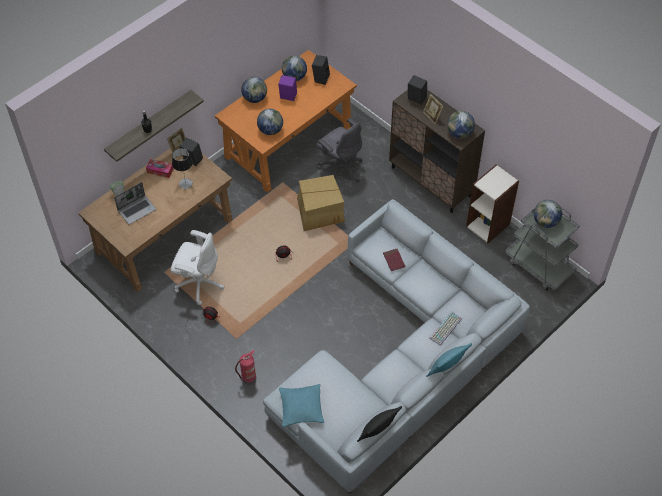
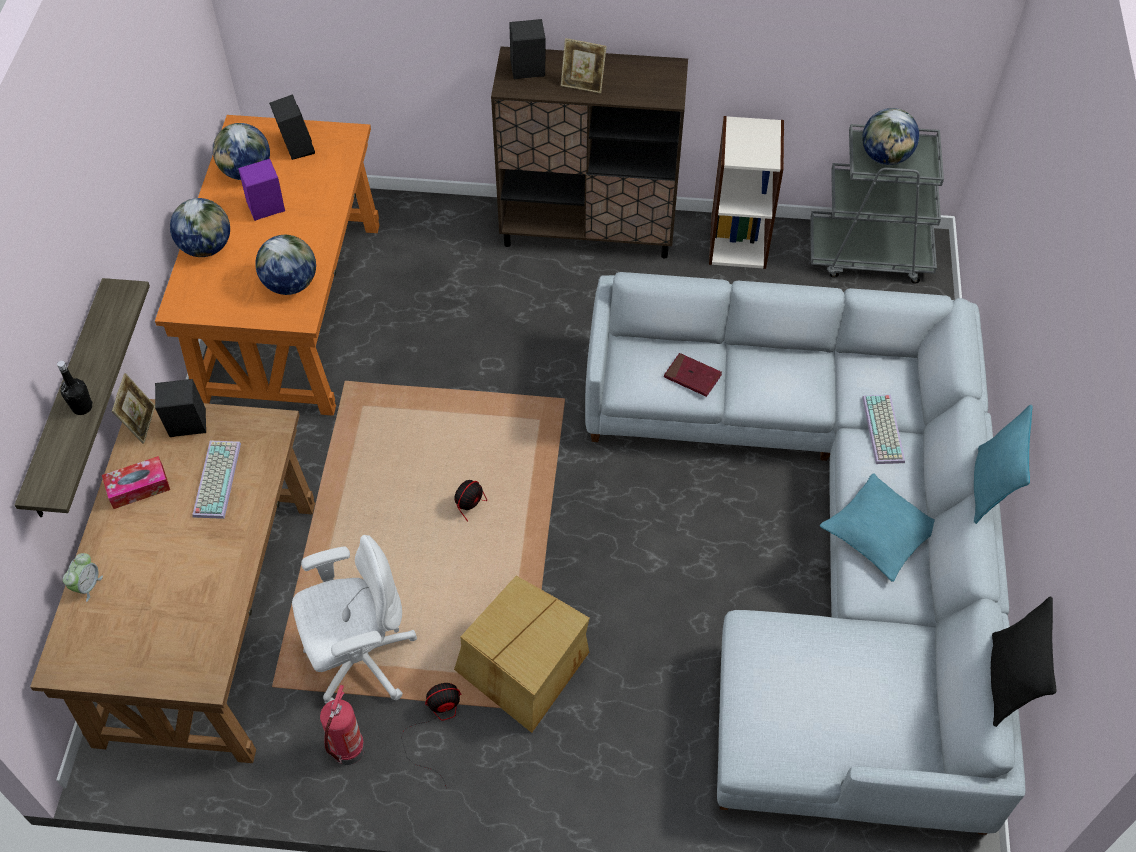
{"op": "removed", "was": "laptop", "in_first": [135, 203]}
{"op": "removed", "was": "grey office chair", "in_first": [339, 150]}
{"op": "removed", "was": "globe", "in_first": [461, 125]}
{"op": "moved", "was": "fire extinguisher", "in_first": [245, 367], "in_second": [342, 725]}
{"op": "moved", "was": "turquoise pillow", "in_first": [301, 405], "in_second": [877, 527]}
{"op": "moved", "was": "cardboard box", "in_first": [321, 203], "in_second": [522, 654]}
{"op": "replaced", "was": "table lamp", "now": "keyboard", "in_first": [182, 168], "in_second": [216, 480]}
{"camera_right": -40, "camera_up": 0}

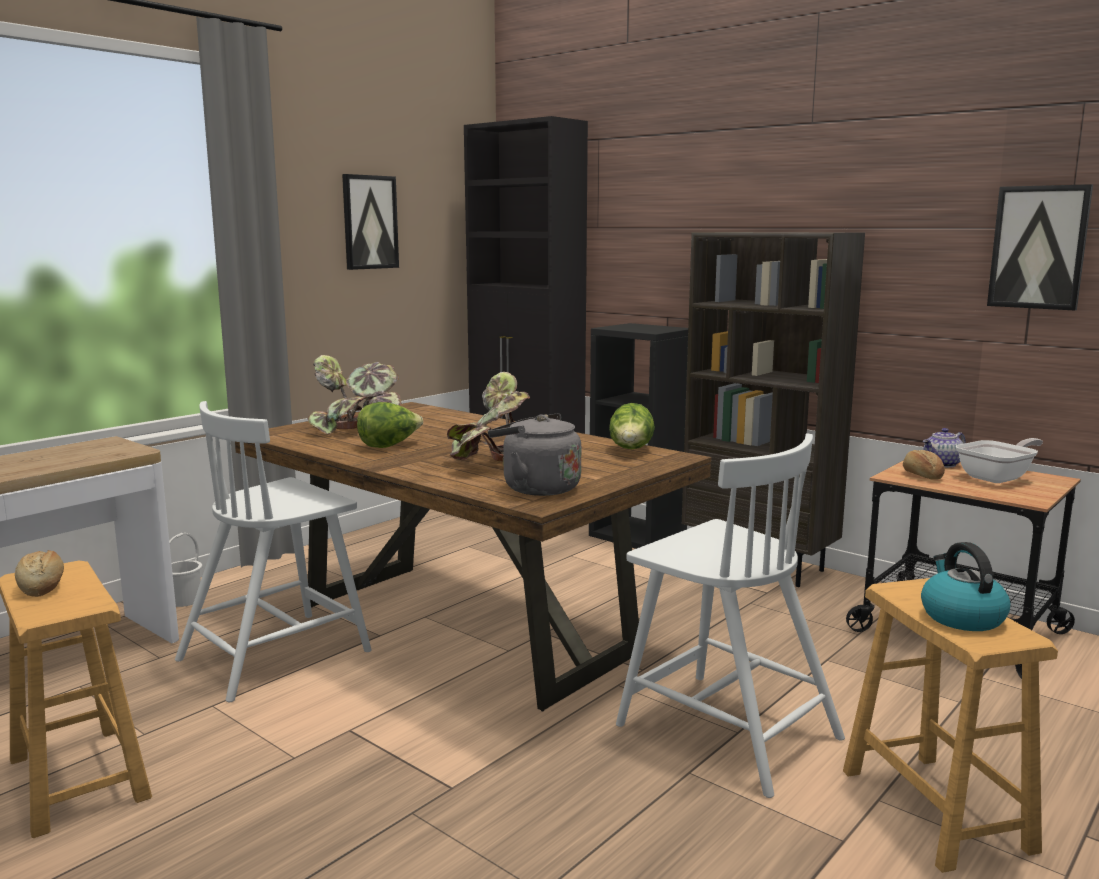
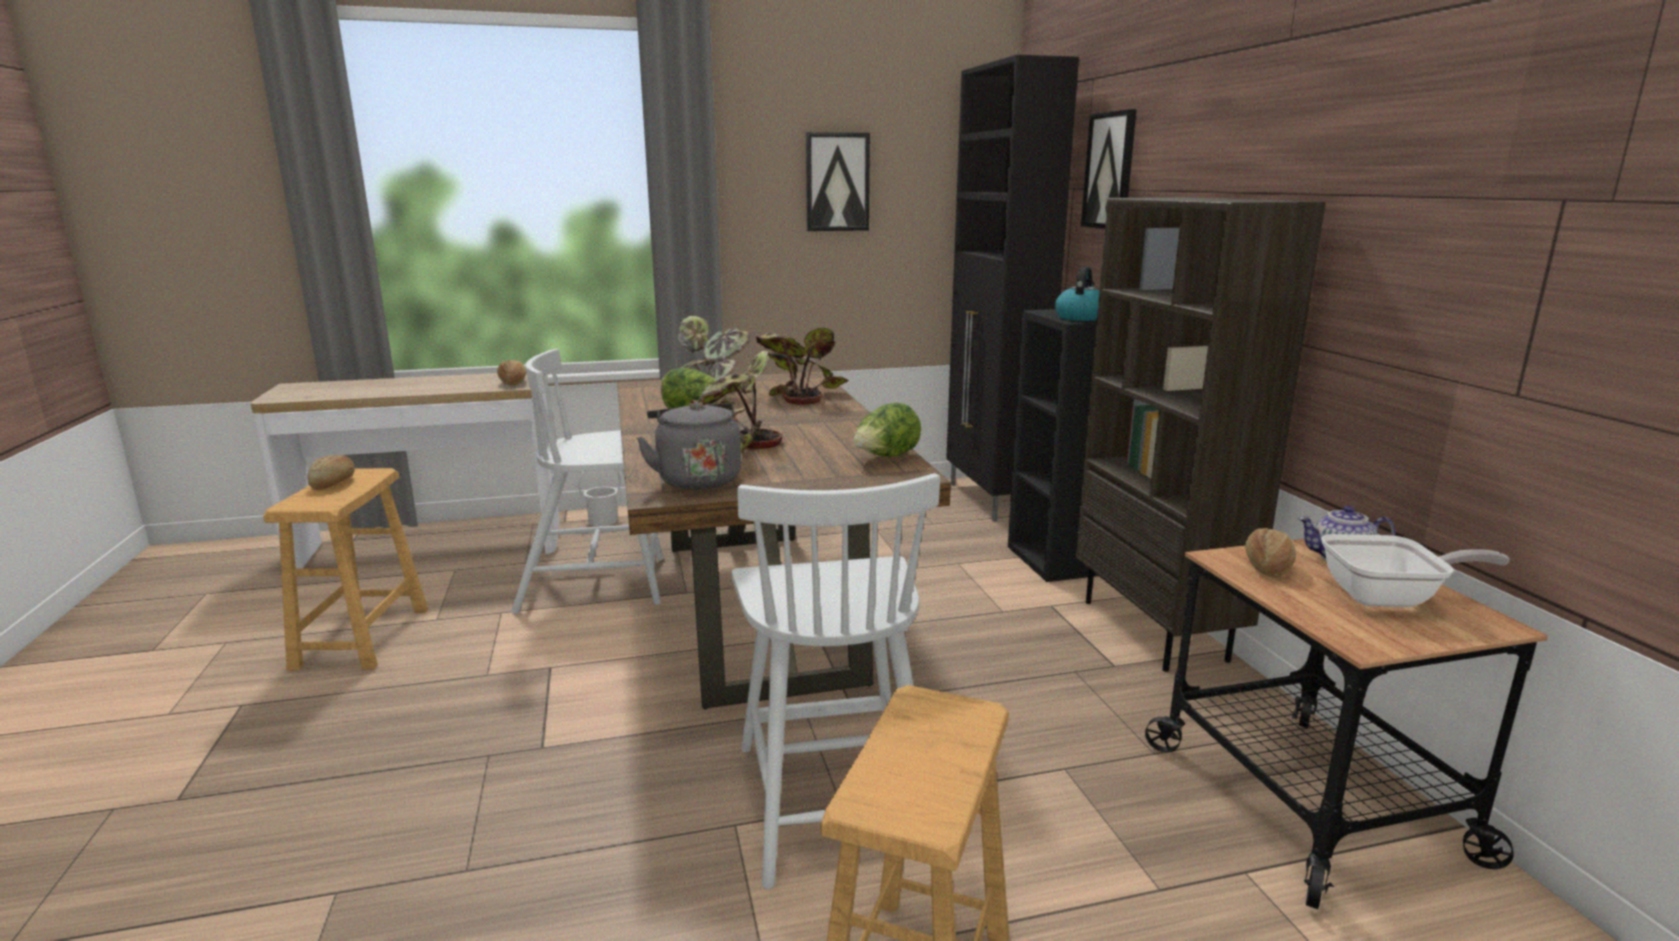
{"op": "added", "now": "bread", "in_second": [511, 373]}
{"op": "added", "now": "potted plant", "in_second": [802, 366]}
{"op": "moved", "was": "kettle", "in_first": [965, 586], "in_second": [1077, 293]}
{"op": "moved", "was": "picture", "in_first": [1040, 247], "in_second": [1109, 169]}
{"camera_right": 35, "camera_up": 5}

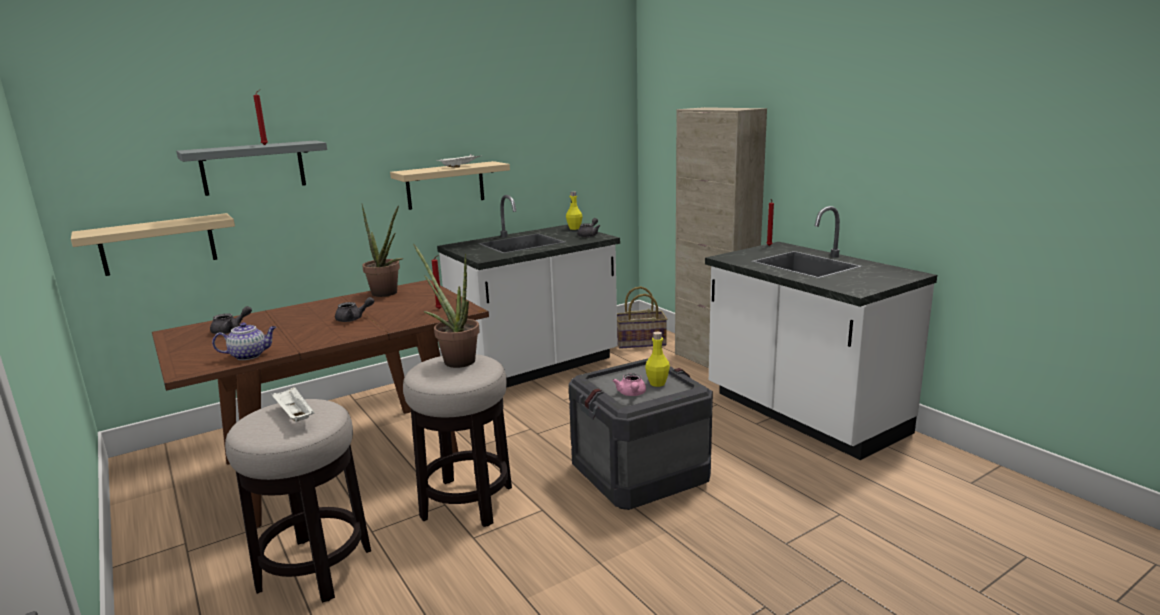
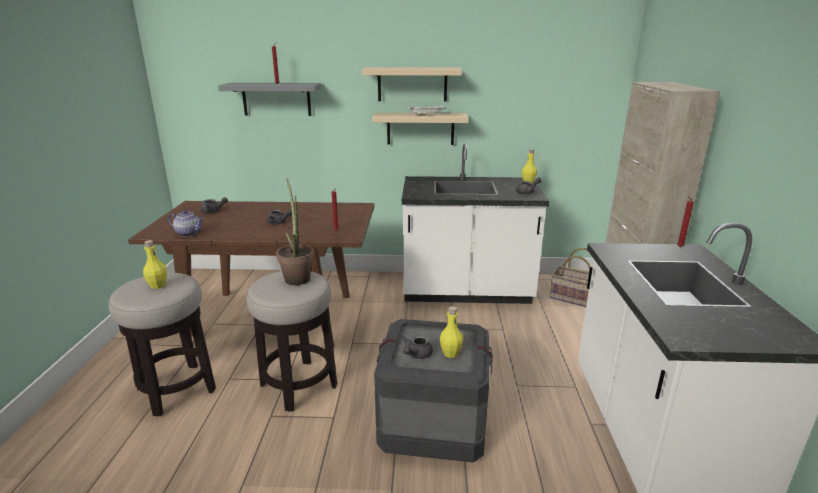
{"op": "removed", "was": "potted plant", "in_first": [383, 251]}
{"op": "moved", "was": "beige shelf", "in_first": [153, 244], "in_second": [412, 84]}
{"op": "replaced", "was": "white tray", "now": "yellow bottle", "in_first": [292, 404], "in_second": [155, 264]}
{"op": "recoloured", "was": "pink teapot", "now": "grey teapot", "in_first": [629, 384], "in_second": [417, 347]}
{"camera_right": 35, "camera_up": 5}

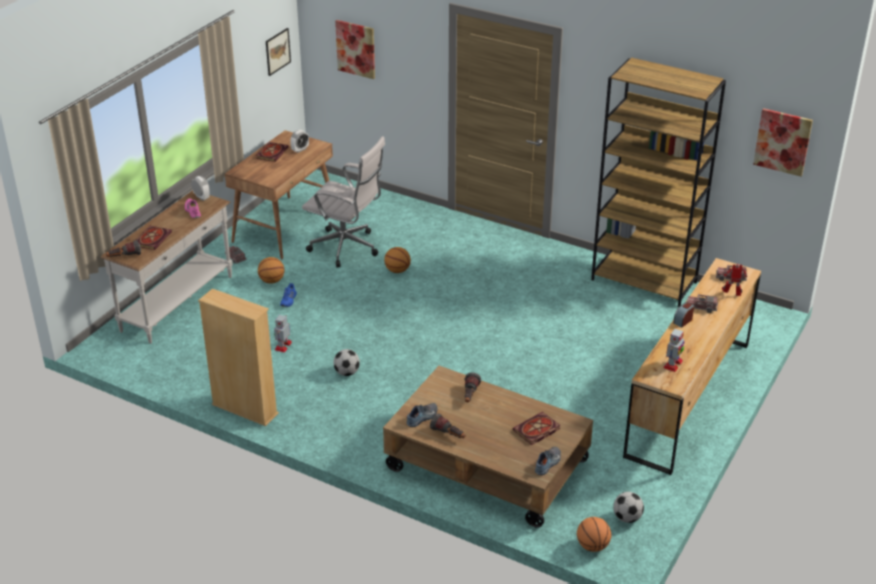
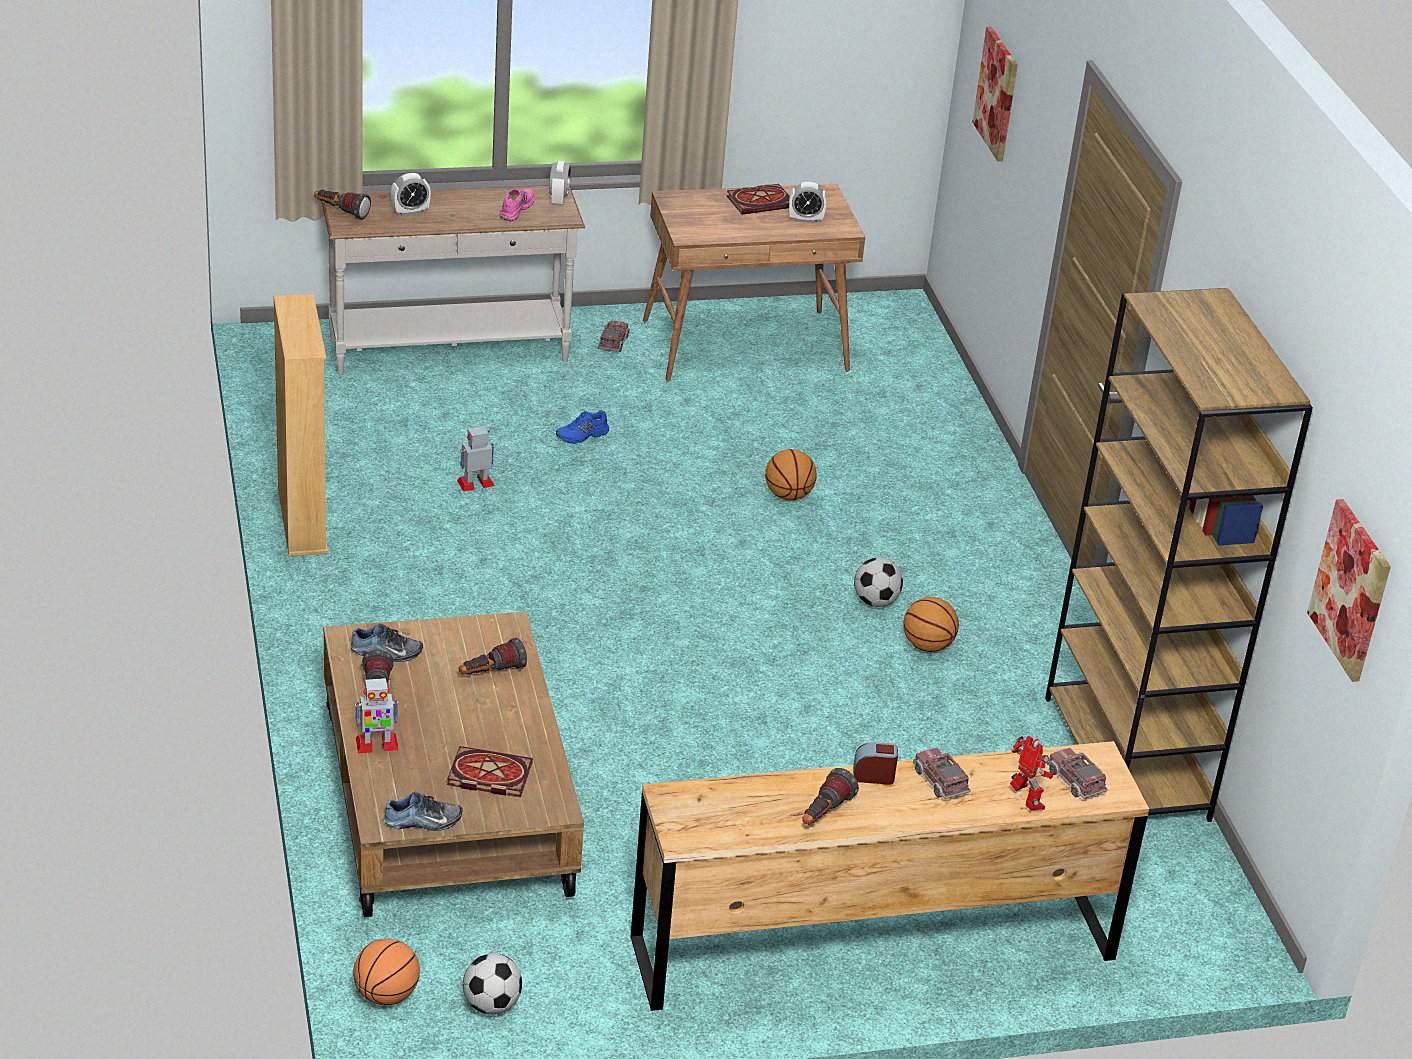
{"op": "removed", "was": "picture", "in_first": [278, 52]}
{"op": "removed", "was": "white office chair", "in_first": [343, 201]}
{"op": "added", "now": "flashlight", "in_second": [830, 796]}
{"op": "moved", "was": "basketball", "in_first": [271, 270], "in_second": [931, 624]}
{"op": "moved", "was": "football", "in_first": [346, 362], "in_second": [878, 582]}
{"op": "moved", "was": "toy robot", "in_first": [674, 349], "in_second": [377, 715]}
{"op": "replaced", "was": "book", "now": "alarm clock", "in_first": [154, 238], "in_second": [411, 194]}
{"camera_right": 45, "camera_up": 0}

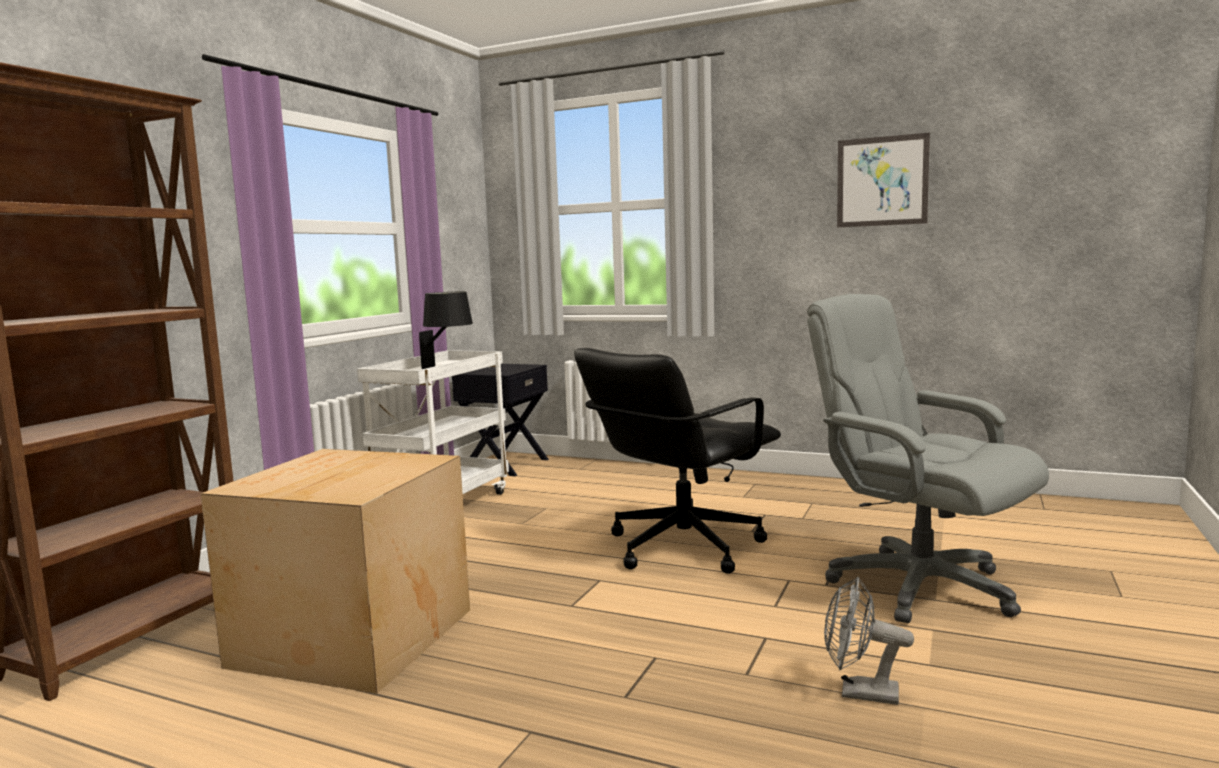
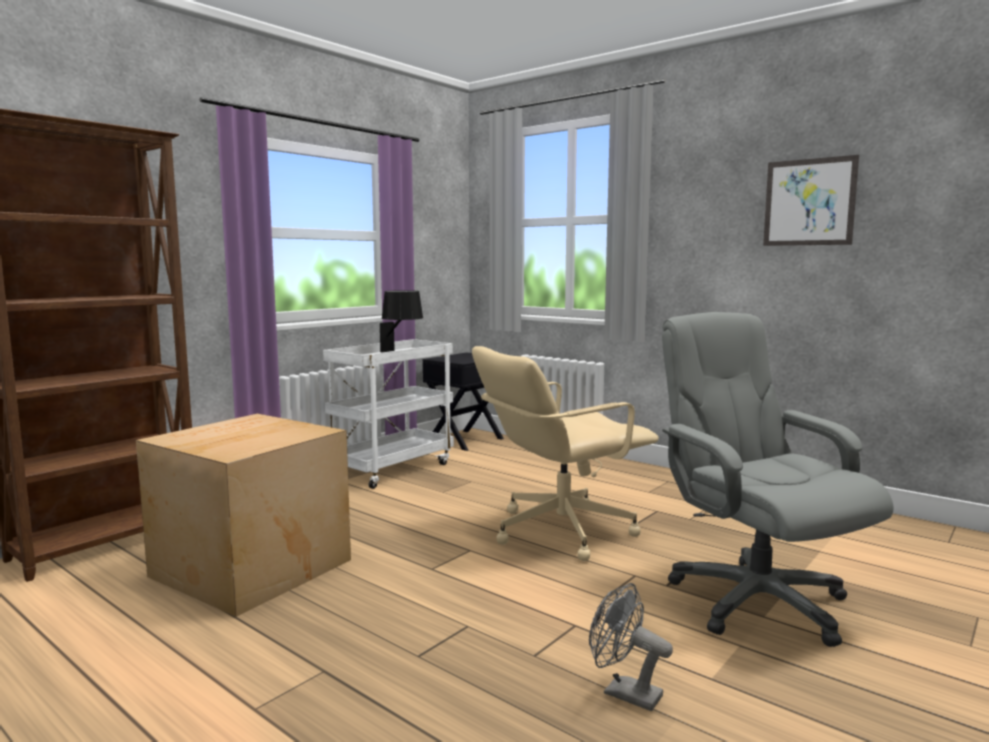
{"op": "recoloured", "was": "black office chair", "now": "beige office chair", "in_first": [677, 461], "in_second": [565, 453]}
{"camera_right": 15, "camera_up": 0}

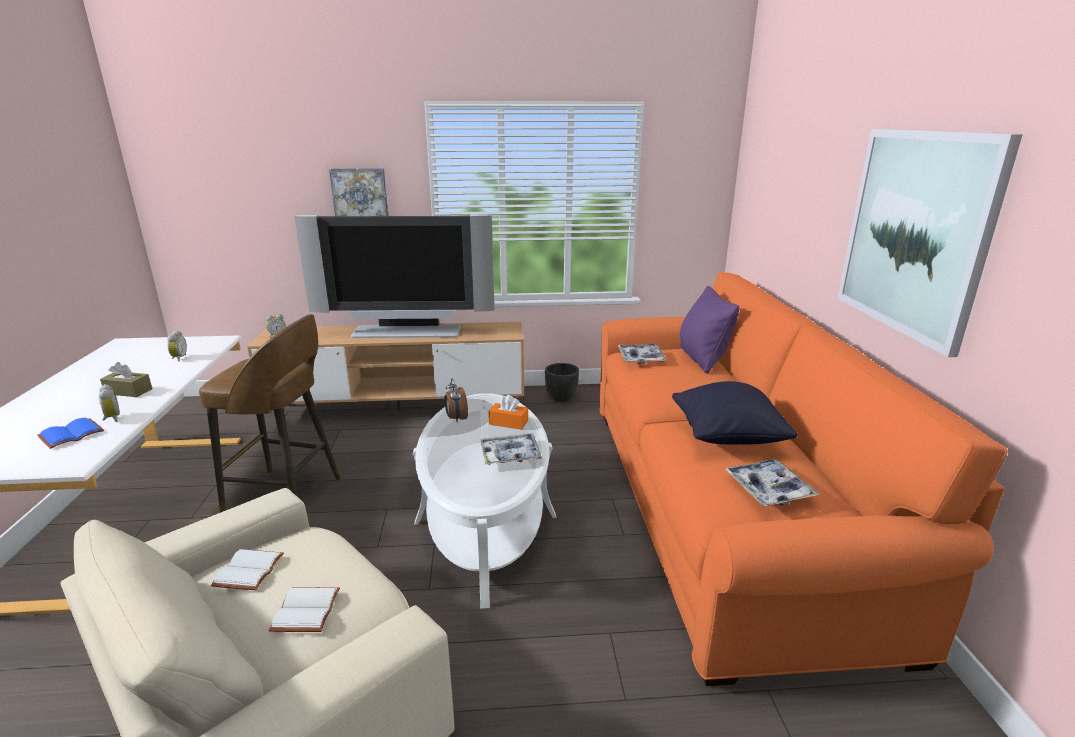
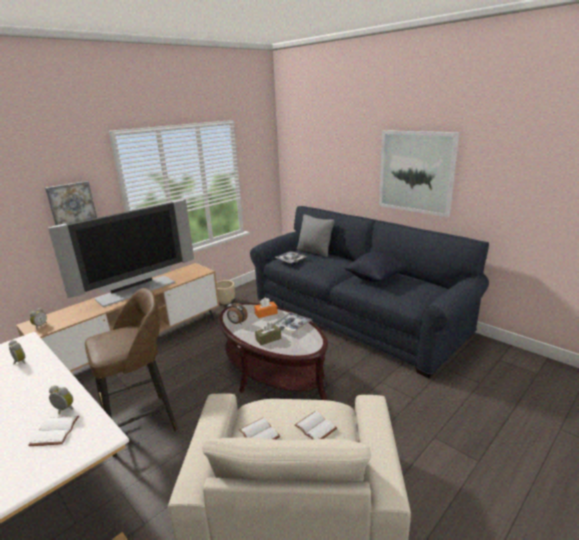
{"op": "removed", "was": "tray", "in_first": [773, 482]}
{"op": "moved", "was": "brown tissue box", "in_first": [126, 379], "in_second": [268, 334]}
{"op": "recoloured", "was": "blue book", "now": "white book", "in_first": [70, 433], "in_second": [53, 431]}
{"op": "recoloured", "was": "white coffee table", "now": "brown coffee table", "in_first": [484, 501], "in_second": [273, 351]}
{"op": "recoloured", "was": "black planter", "now": "beige planter", "in_first": [562, 382], "in_second": [226, 292]}
{"op": "recoloured", "was": "orange sofa", "now": "blue sofa", "in_first": [803, 479], "in_second": [369, 292]}
{"op": "recoloured", "was": "purple pillow", "now": "grey pillow", "in_first": [710, 330], "in_second": [315, 235]}
{"camera_right": -40, "camera_up": 0}

